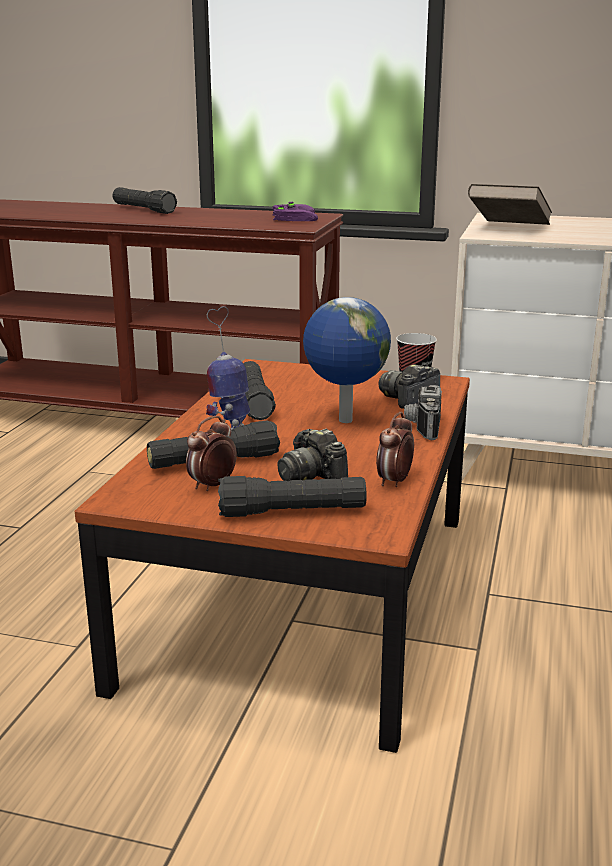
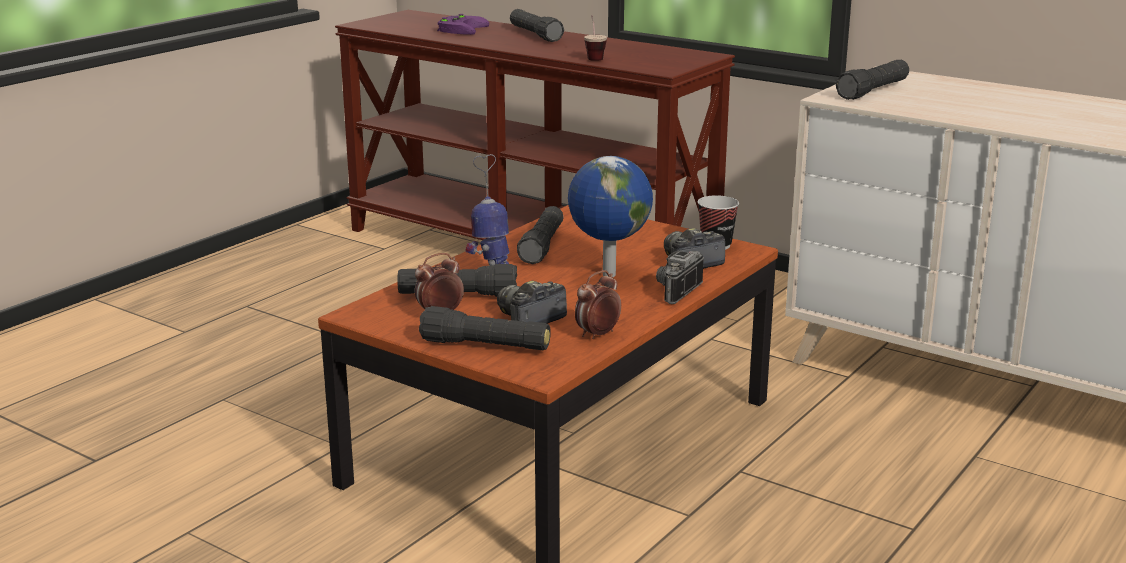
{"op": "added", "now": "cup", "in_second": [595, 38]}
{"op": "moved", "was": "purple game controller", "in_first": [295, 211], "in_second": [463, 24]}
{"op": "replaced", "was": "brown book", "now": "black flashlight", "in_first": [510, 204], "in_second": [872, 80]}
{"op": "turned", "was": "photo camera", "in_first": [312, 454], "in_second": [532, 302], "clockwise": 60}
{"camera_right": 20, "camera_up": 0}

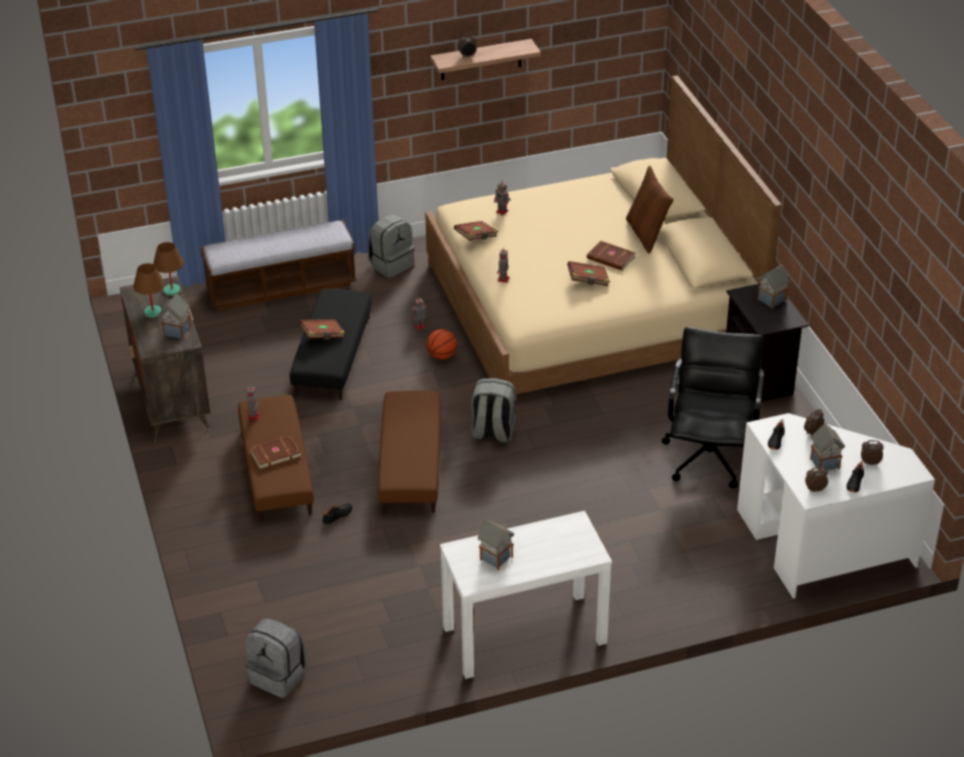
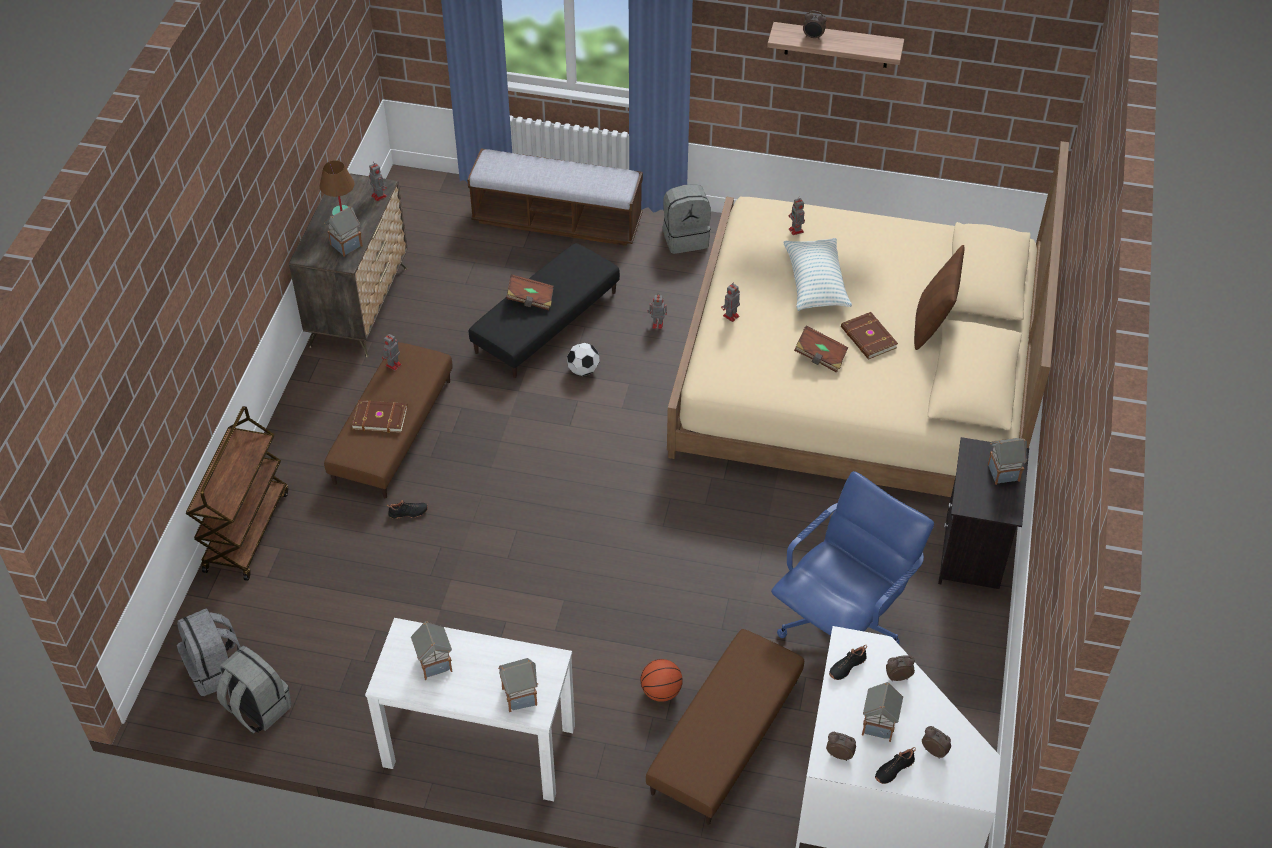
{"op": "removed", "was": "brown book", "in_first": [476, 231]}
{"op": "added", "now": "brown cart", "in_second": [237, 493]}
{"op": "added", "now": "toy house", "in_second": [518, 685]}
{"op": "added", "now": "football", "in_second": [583, 359]}
{"op": "added", "now": "pillow", "in_second": [817, 274]}
{"op": "moved", "was": "brown ottoman", "in_first": [409, 452], "in_second": [725, 727]}
{"op": "moved", "was": "basketball", "in_first": [441, 344], "in_second": [661, 680]}
{"op": "moved", "was": "grey backpack", "in_first": [493, 410], "in_second": [254, 689]}
{"op": "replaced", "was": "brown table lamp", "now": "toy robot", "in_first": [168, 269], "in_second": [378, 181]}
{"op": "recoloured", "was": "black office chair", "now": "blue office chair", "in_first": [713, 407], "in_second": [852, 557]}
{"camera_right": 30, "camera_up": 10}

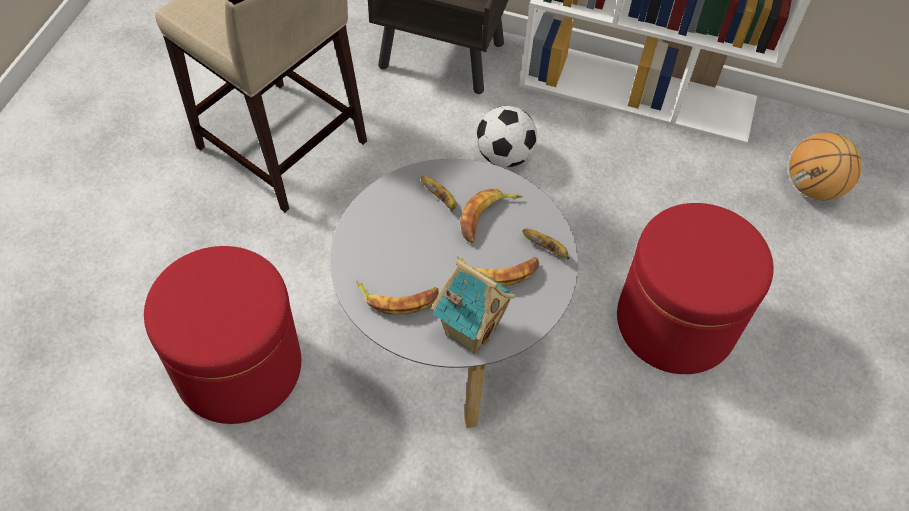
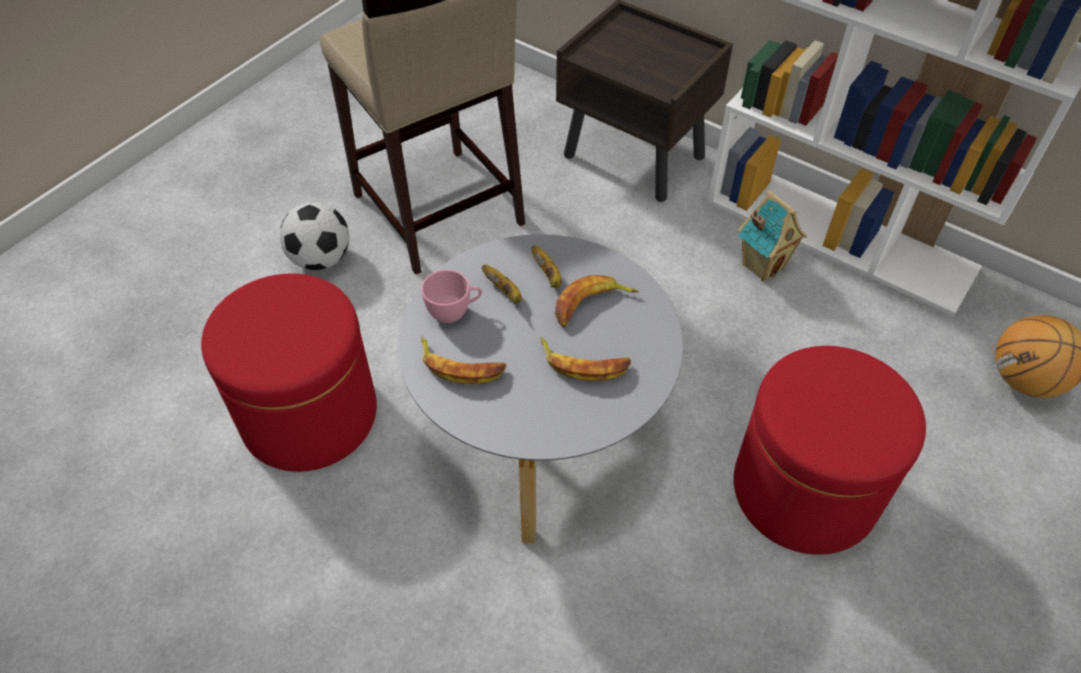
{"op": "added", "now": "pink cup", "in_second": [451, 296]}
{"op": "moved", "was": "toy house", "in_first": [473, 307], "in_second": [772, 236]}
{"op": "moved", "was": "football", "in_first": [506, 136], "in_second": [314, 236]}
{"op": "moved", "was": "banana", "in_first": [545, 244], "in_second": [502, 283]}
{"camera_right": 20, "camera_up": -5}

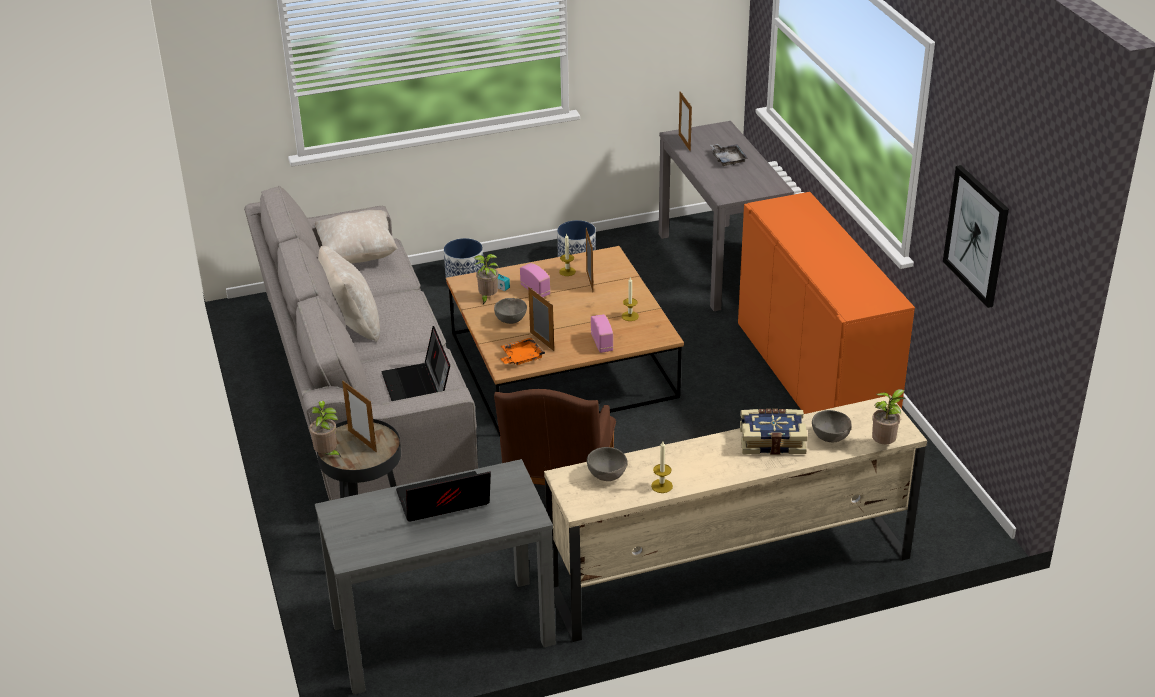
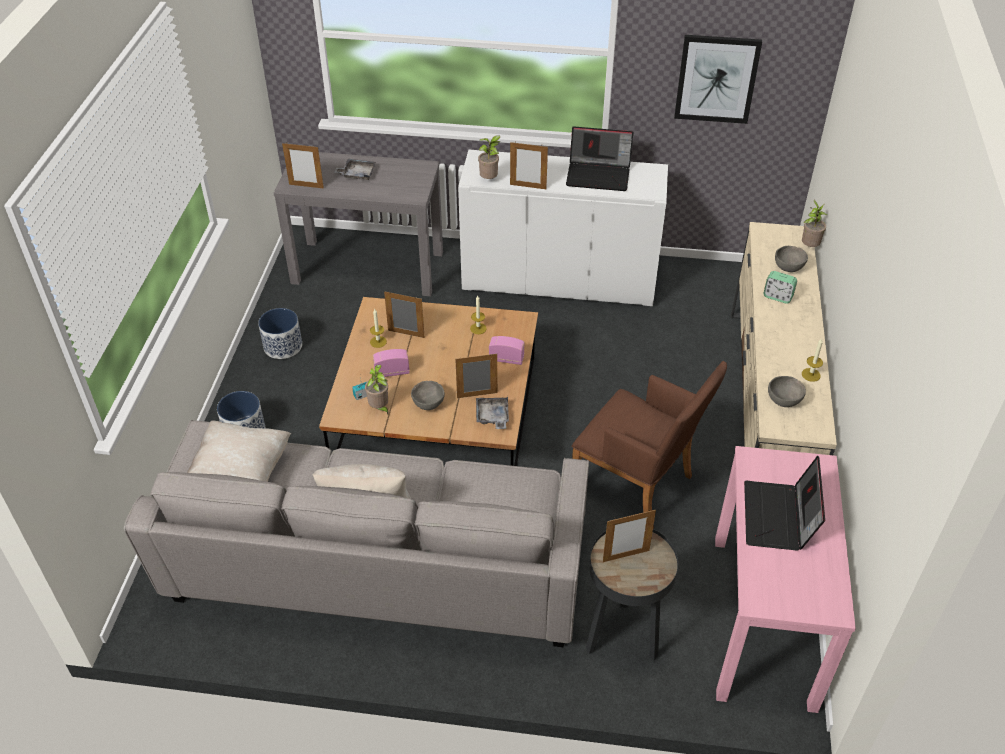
{"op": "added", "now": "picture frame", "in_second": [529, 165]}
{"op": "moved", "was": "potted plant", "in_first": [325, 430], "in_second": [489, 157]}
{"op": "moved", "was": "laptop", "in_first": [416, 363], "in_second": [599, 158]}
{"op": "replaced", "was": "book", "now": "alarm clock", "in_first": [774, 432], "in_second": [780, 287]}
{"op": "recoloured", "was": "grey console table", "now": "pink console table", "in_first": [435, 577], "in_second": [785, 579]}
{"op": "recoloured", "was": "orange tray", "now": "grey tray", "in_first": [522, 351], "in_second": [492, 412]}
{"op": "recoloured", "was": "orange cabinet", "now": "white cabinet", "in_first": [826, 303], "in_second": [563, 228]}
{"camera_right": -65, "camera_up": 10}

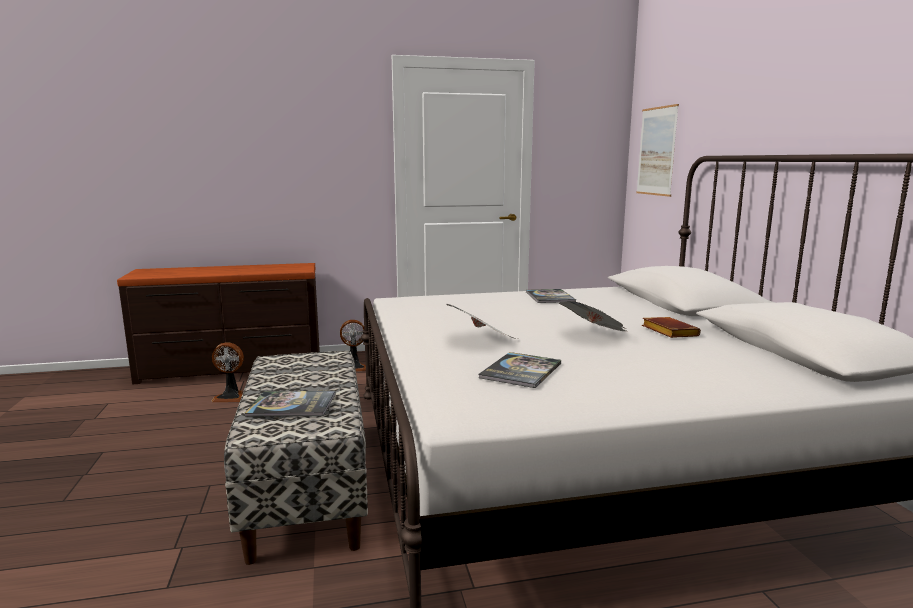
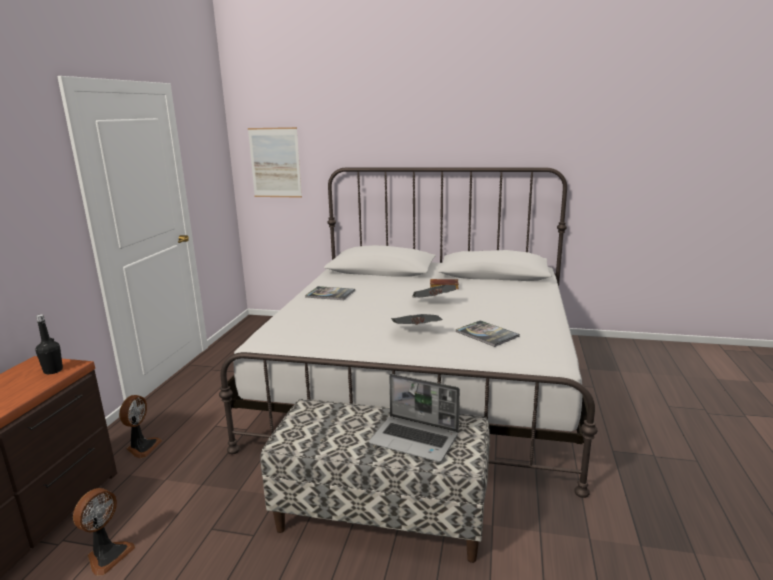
{"op": "added", "now": "black bottle", "in_second": [49, 344]}
{"op": "replaced", "was": "book", "now": "laptop", "in_first": [290, 404], "in_second": [414, 418]}
{"camera_right": -65, "camera_up": 5}

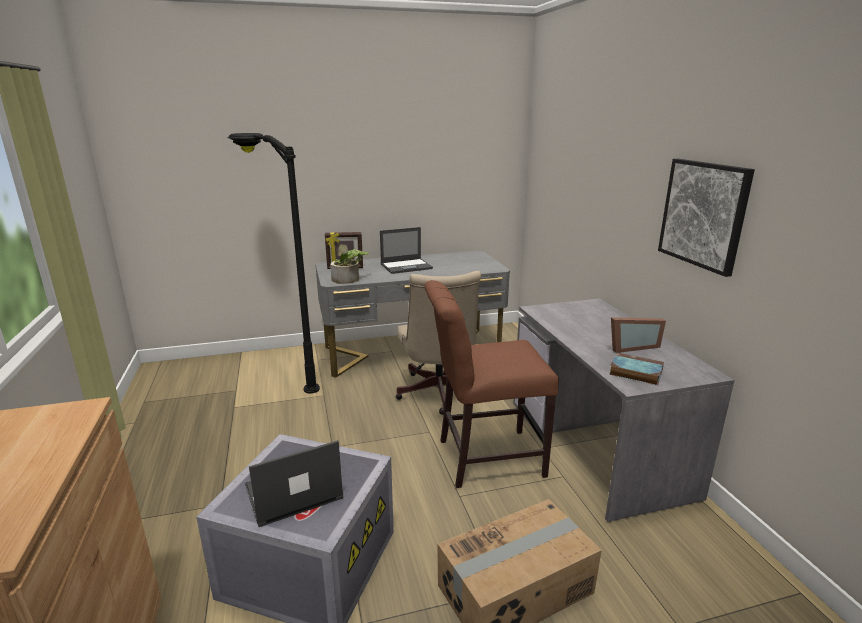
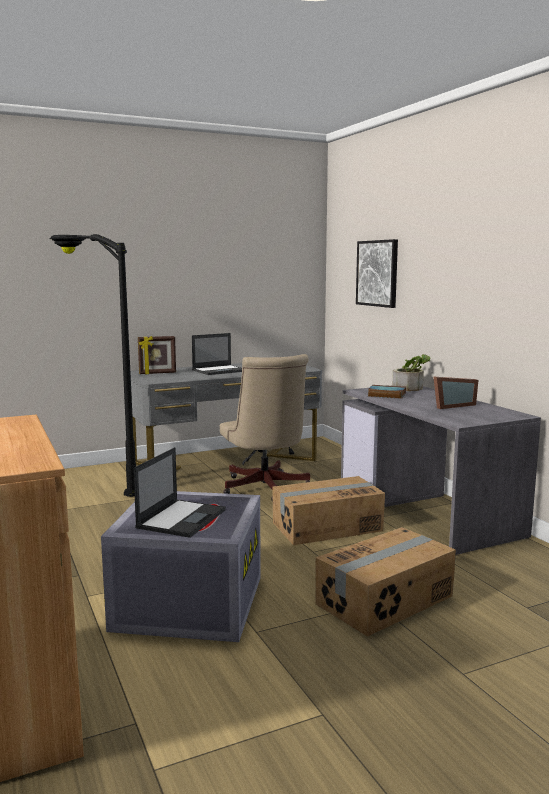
{"op": "moved", "was": "potted plant", "in_first": [349, 266], "in_second": [411, 372]}
{"op": "moved", "was": "book", "in_first": [636, 369], "in_second": [387, 392]}
{"op": "moved", "was": "picture", "in_first": [706, 218], "in_second": [377, 273]}
{"op": "replaced", "was": "brown chair", "now": "cardboard box", "in_first": [491, 384], "in_second": [328, 510]}
{"op": "turned", "was": "laptop", "in_first": [294, 483], "in_second": [179, 492], "clockwise": 150}
{"camera_right": -10, "camera_up": -10}

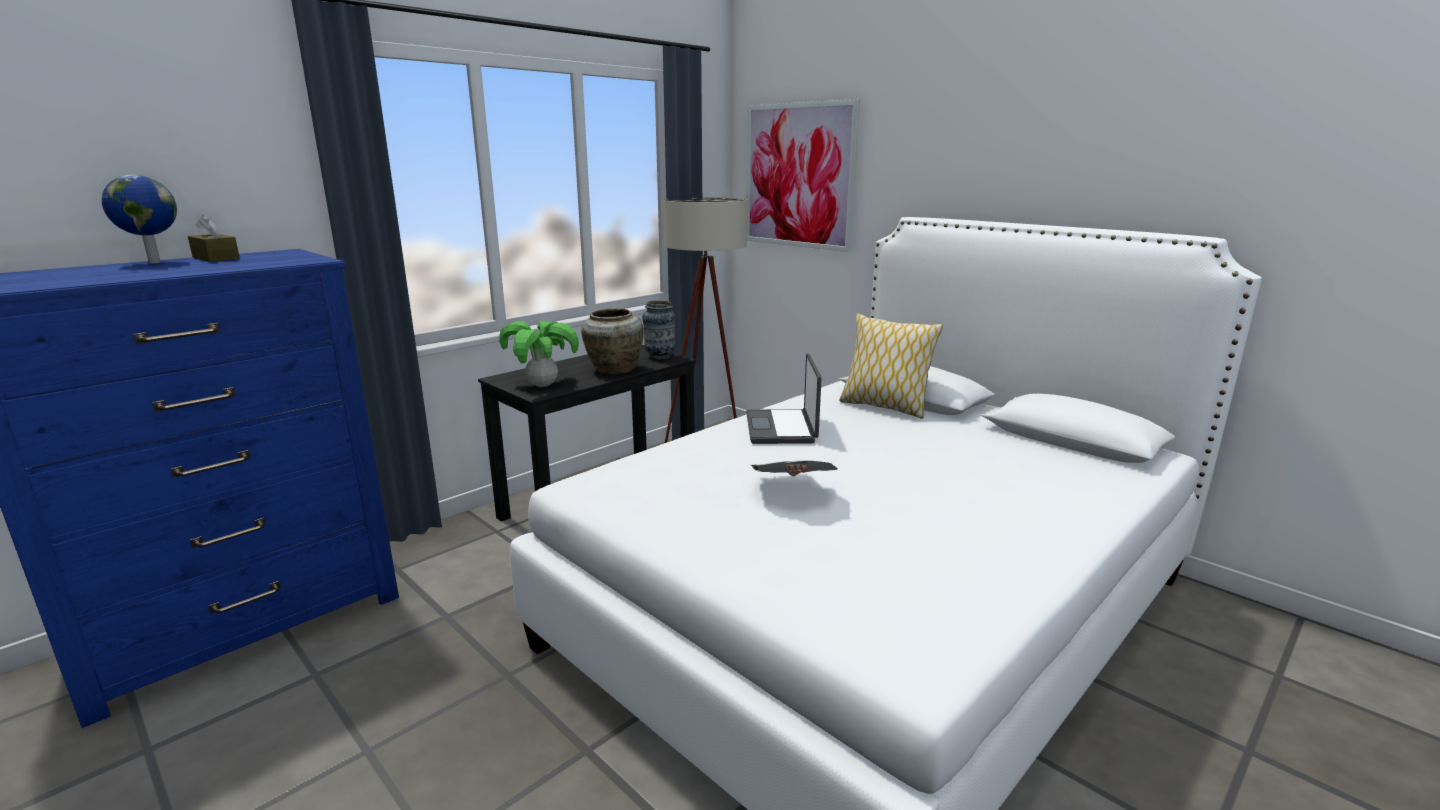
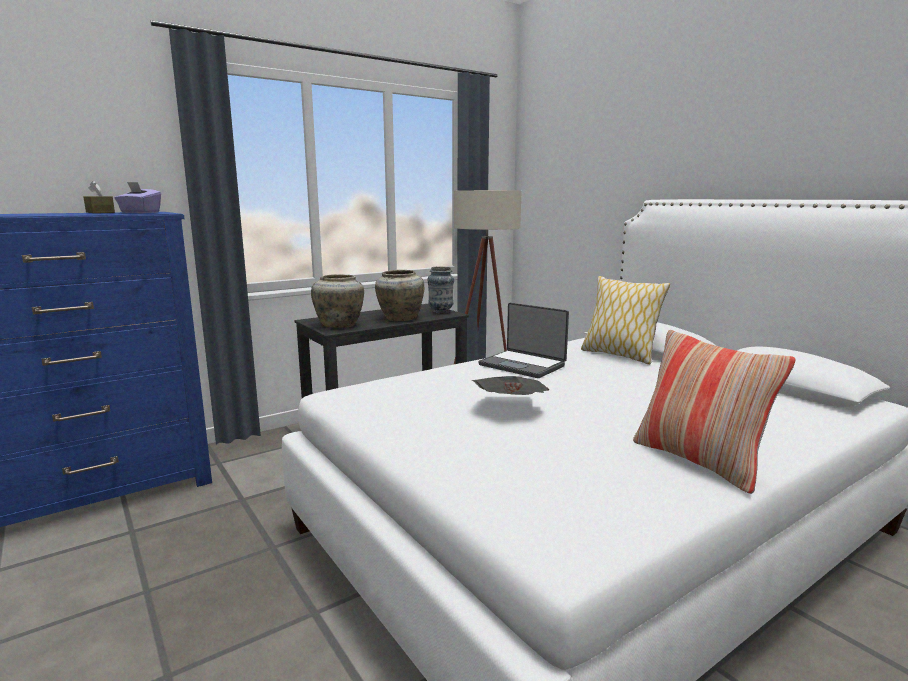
{"op": "removed", "was": "globe", "in_first": [139, 219]}
{"op": "removed", "was": "picture", "in_first": [803, 175]}
{"op": "added", "now": "purple tissue box", "in_second": [138, 197]}
{"op": "added", "now": "pillow", "in_second": [714, 412]}
{"op": "replaced", "was": "potted plant", "now": "beige vase", "in_first": [539, 354], "in_second": [337, 301]}
{"op": "turned", "was": "laptop", "in_first": [783, 399], "in_second": [523, 340], "clockwise": -60}
{"camera_right": 10, "camera_up": -5}

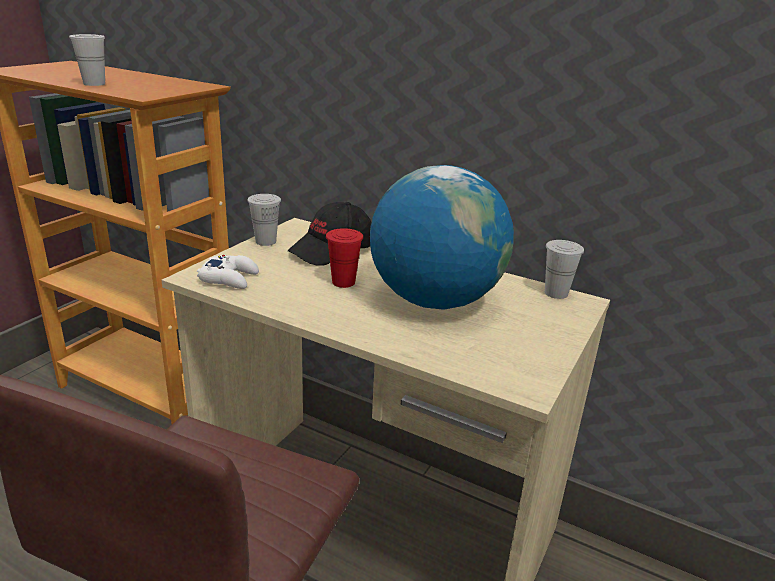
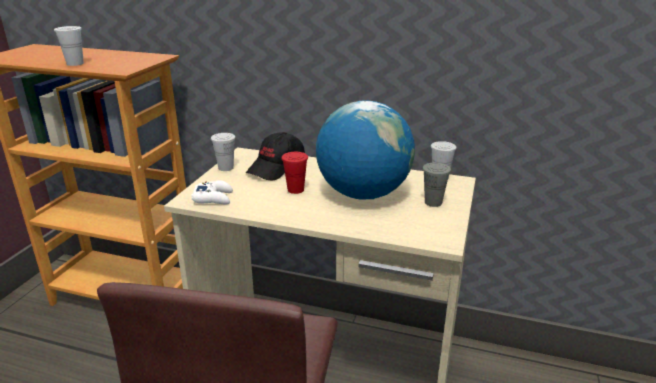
{"op": "added", "now": "grey cup", "in_second": [437, 185]}
{"camera_right": -10, "camera_up": 0}

